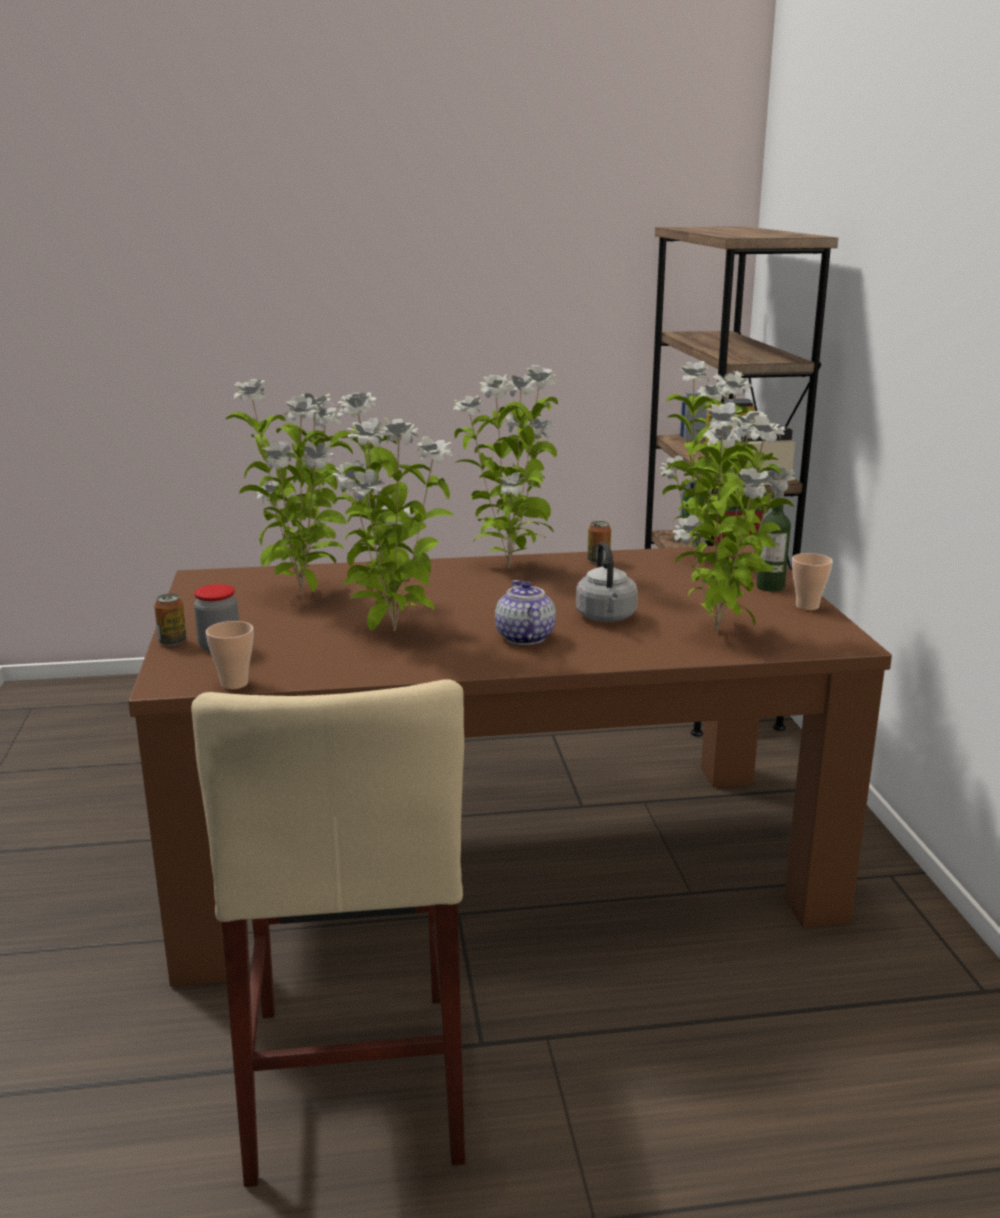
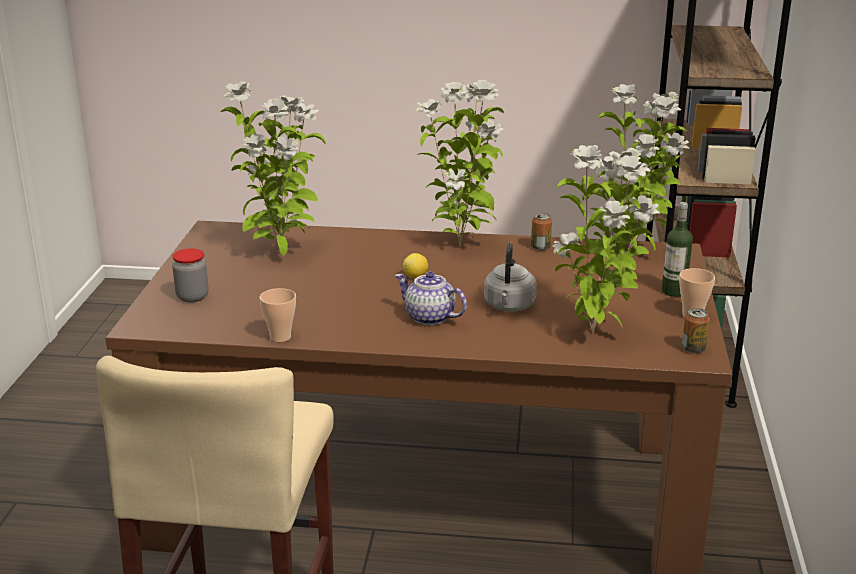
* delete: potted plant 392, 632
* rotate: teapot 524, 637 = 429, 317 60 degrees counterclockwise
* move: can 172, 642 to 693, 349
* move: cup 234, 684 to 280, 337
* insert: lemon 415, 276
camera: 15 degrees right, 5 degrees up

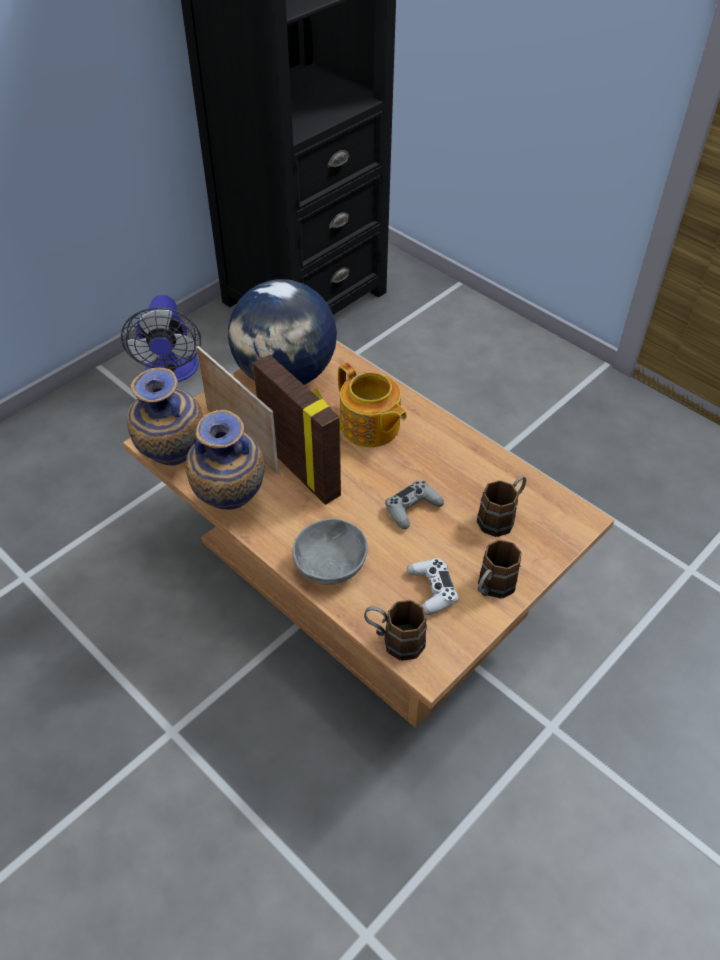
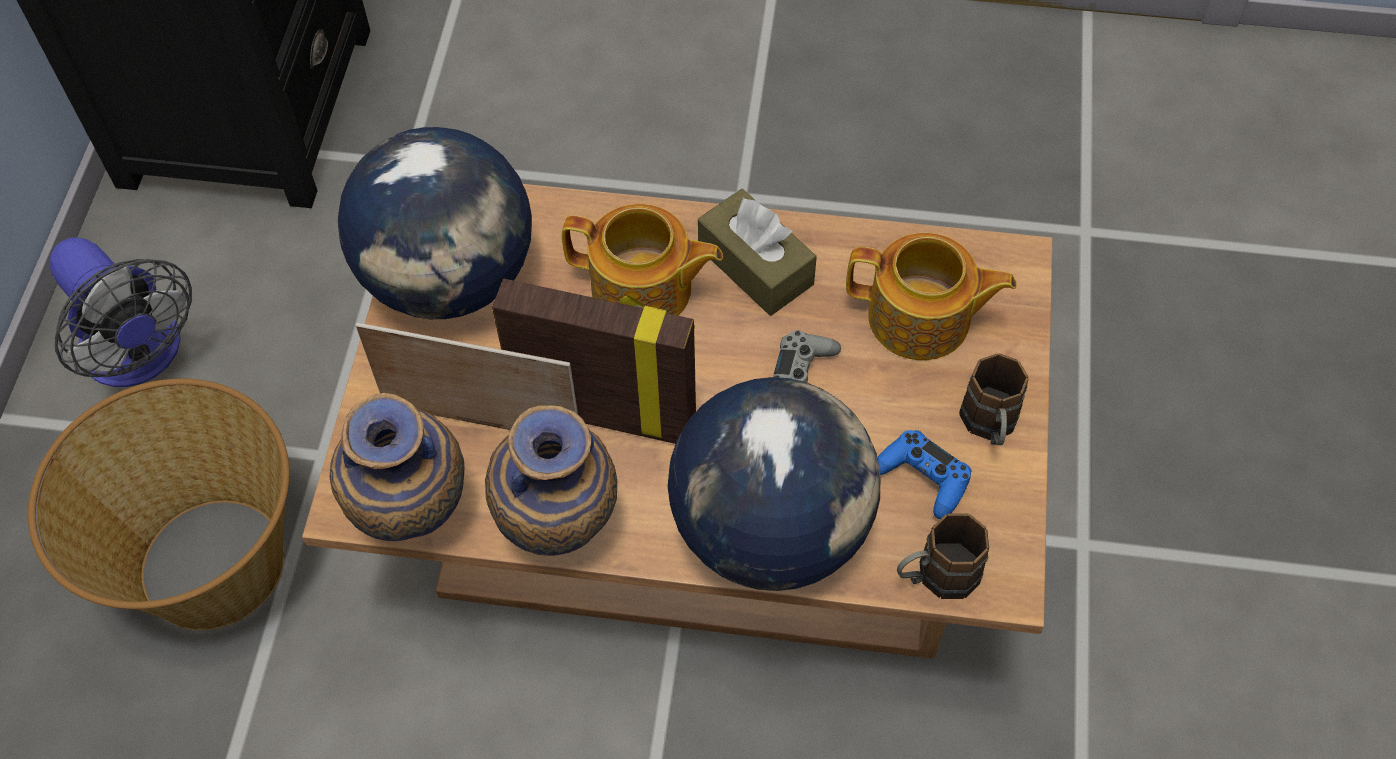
* replace: brown mug 501, 517 to teapot 921, 319
* replace: grey bowl 331, 567 to globe 772, 530
* recolor: white game controller 432, 590 to blue game controller 923, 478
* insert: brown tissue box 755, 266
* insert: basket 209, 564
camera: 35 degrees left, 10 degrees up

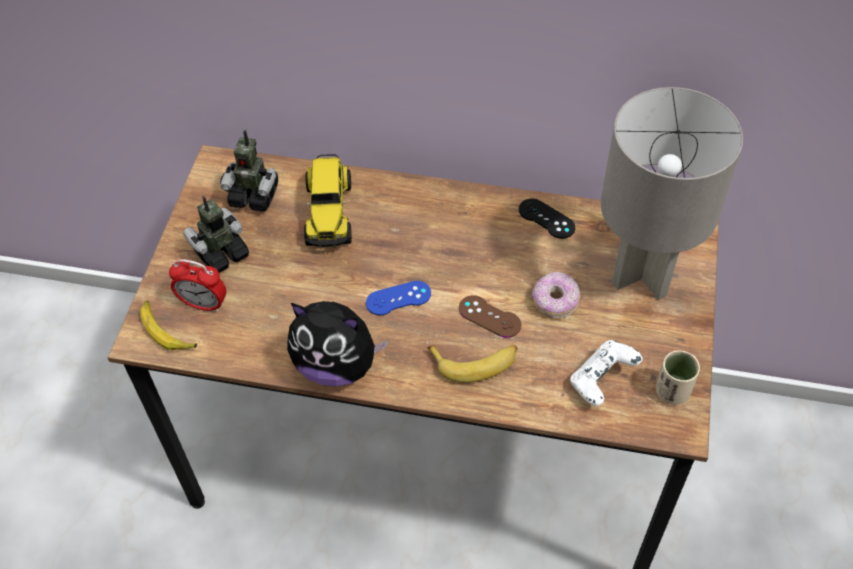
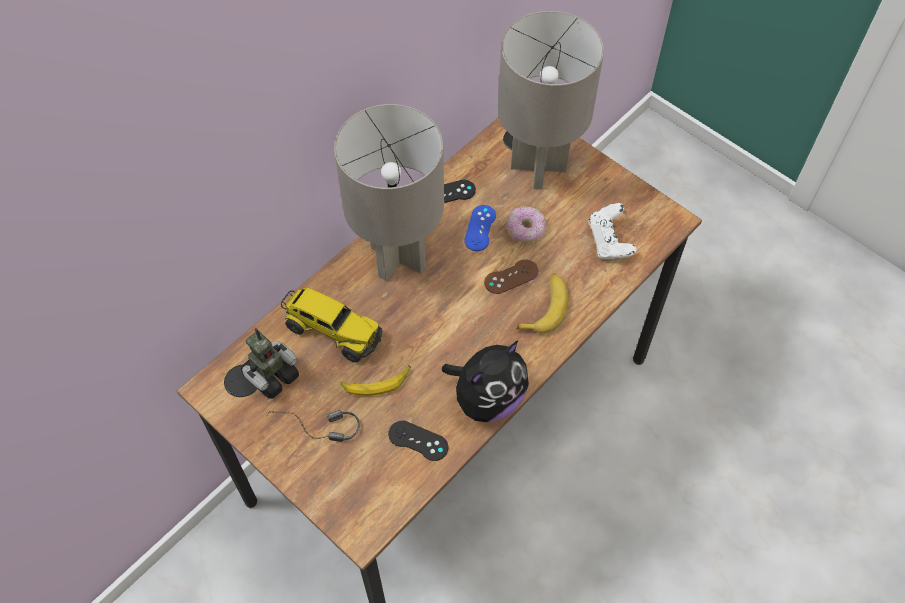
* replace: toy robot 221, 253 to headphones 315, 430
* delete: alarm clock 204, 304
* move: blue game controller 398, 298 to 480, 228
* move: banana 166, 331 to 376, 383
* delete: beige cup 672, 391
* insert: grey table lamp 399, 257
* insert: black game controller 418, 441
camera: 60 degrees left, 5 degrees up

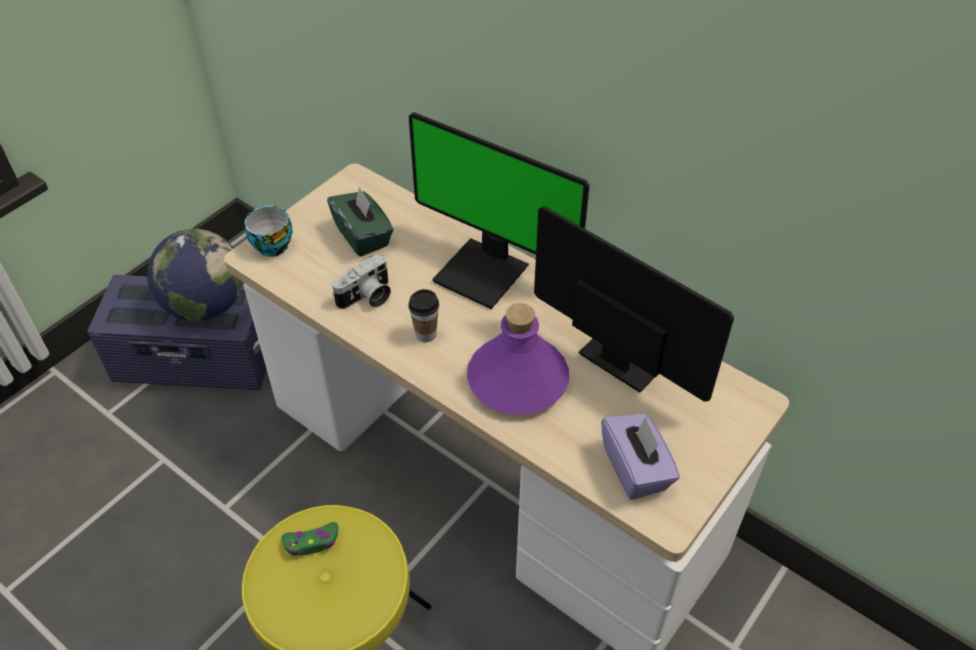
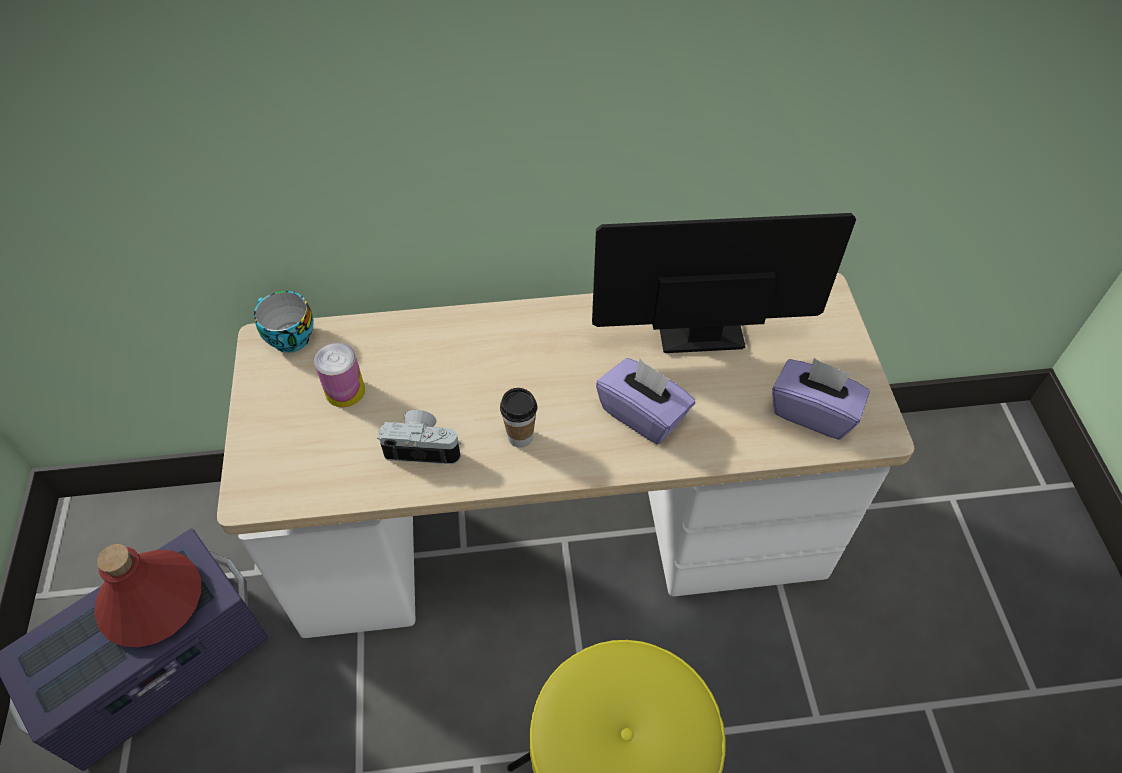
* delete: monitor 484, 272
* replace: green tissue box 363, 236 to can 345, 391
* move: cup 271, 244 to 288, 337
* replace: globe 205, 306 to red bottle 153, 600
* rotate: photo camera 367, 297 = 424, 446 90 degrees counterclockwise
* replace: purple bottle 517, 379 to purple tissue box 643, 414
* delete: green game controller 312, 542
camera: 45 degrees left, 5 degrees up

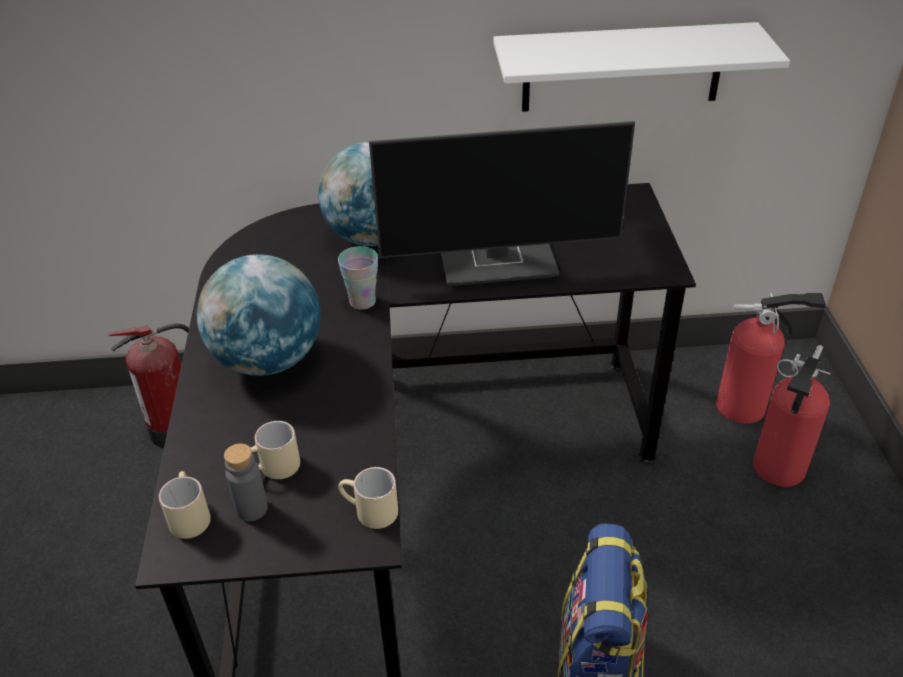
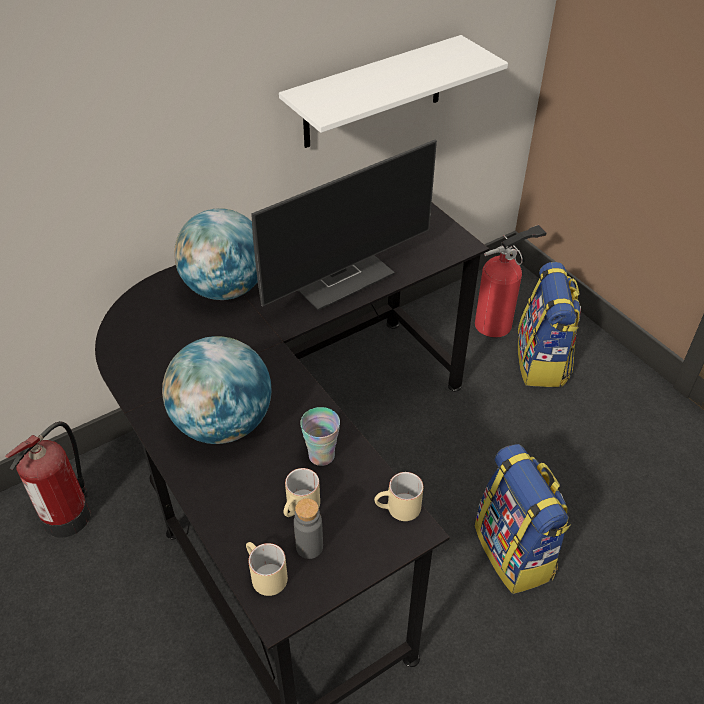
* move: cup 362, 301 to 321, 455
* replace: fire extinguisher 777, 471 to backpack 542, 362
camera: 30 degrees left, 5 degrees up

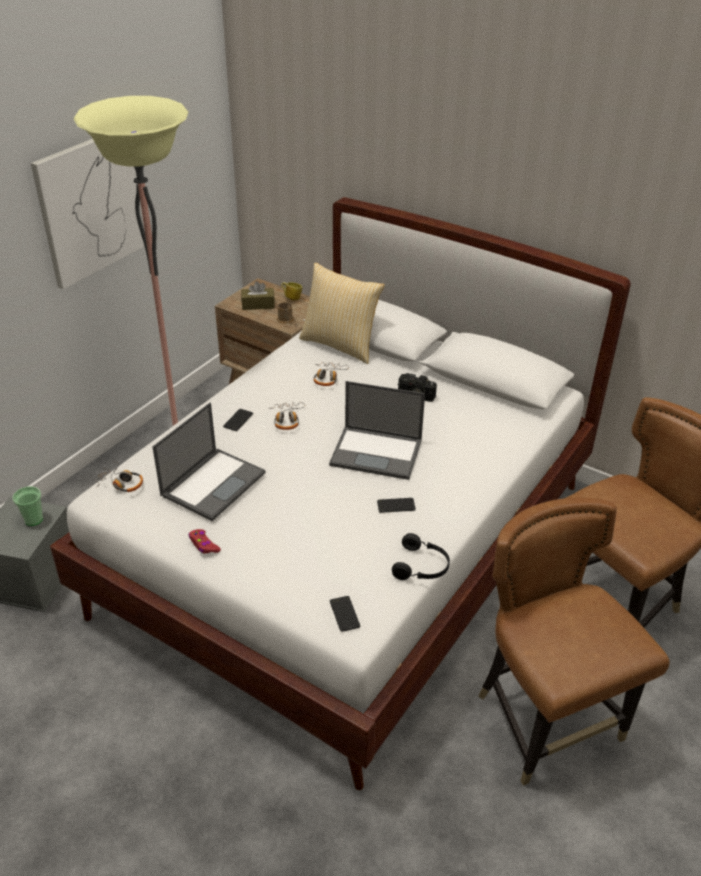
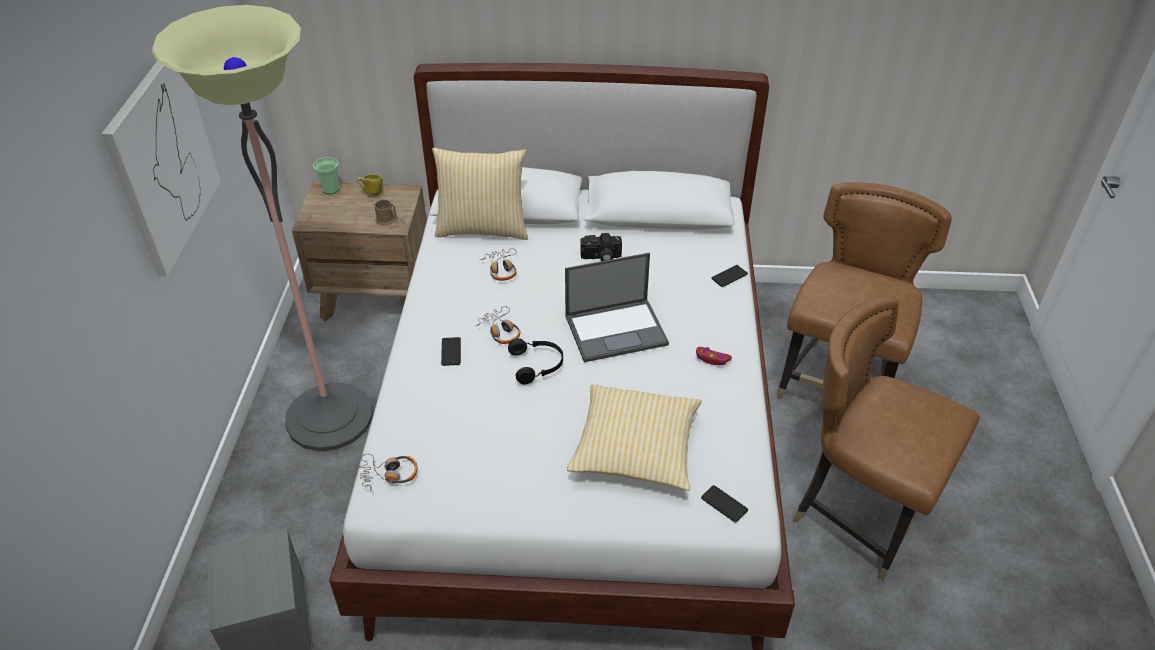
* delete: brown tissue box 258, 305
* delete: laptop 213, 483
* move: cup 33, 519 to 331, 189
* move: phone 396, 505 to 729, 276
* move: red game controller 204, 545 to 712, 359
* move: black headphones 422, 566 to 537, 365
* insert: pillow 635, 450
camera: 30 degrees left, 5 degrees up

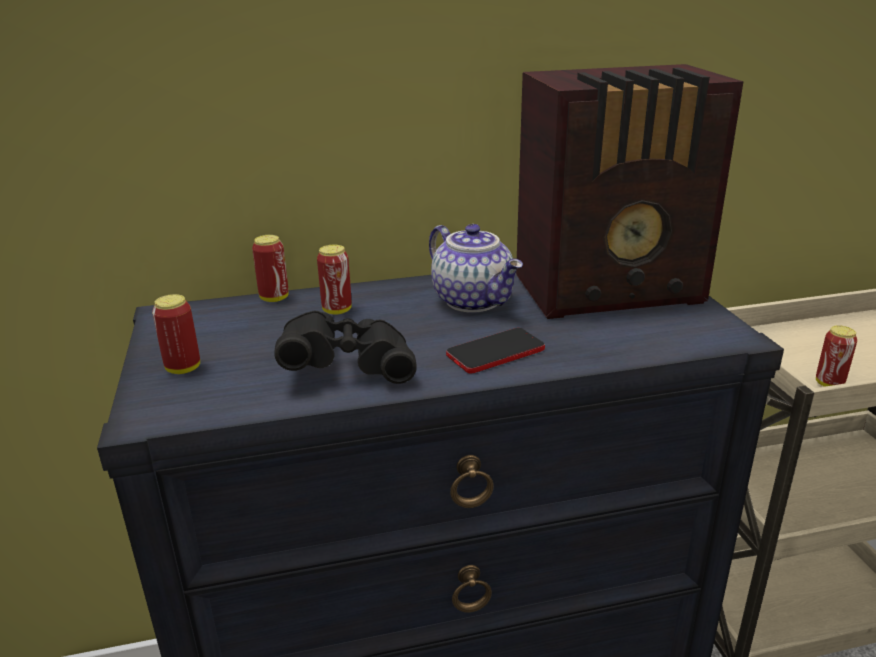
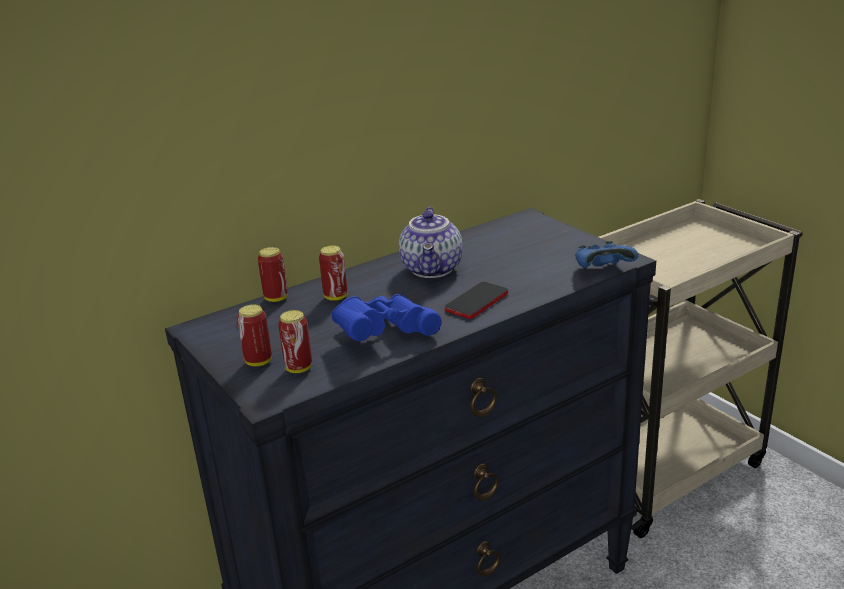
* delete: radio 612, 291
* rotate: teapot 475, 301 = 433, 269 60 degrees clockwise
* recolor: black binoculars 348, 368 to blue binoculars 383, 334
* move: can 829, 384 to 299, 368
* insert: blue game controller 602, 270
camera: 20 degrees left, 0 degrees up

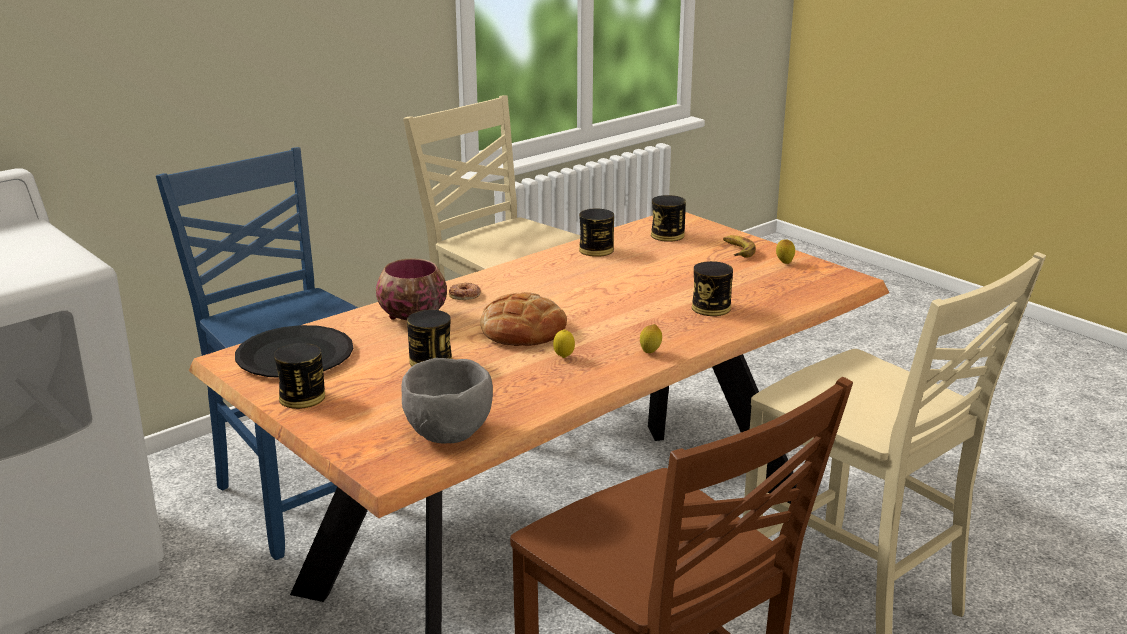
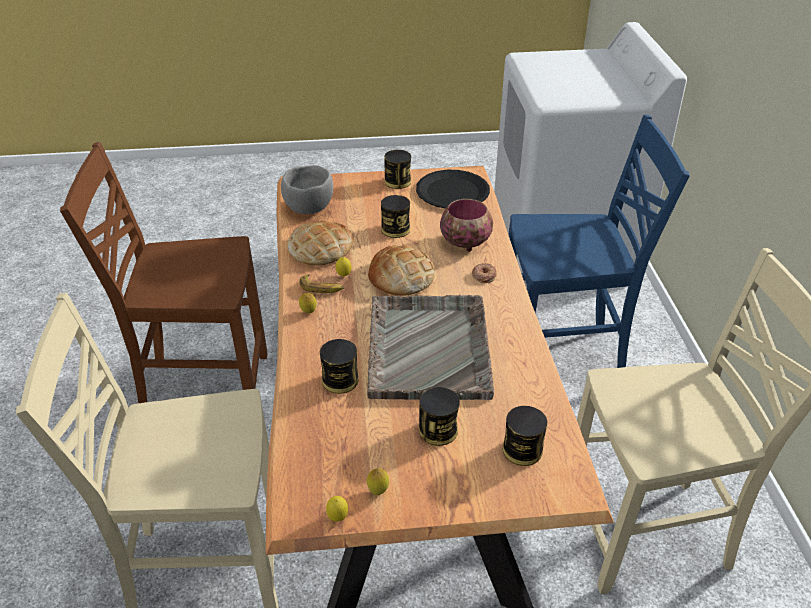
* move: can 596, 250 to 438, 430
* move: banana 737, 250 to 321, 288
* insert: bread 320, 248
* insert: grey tray 428, 347
* insert: lemon 338, 518
camera: 125 degrees right, 15 degrees up

